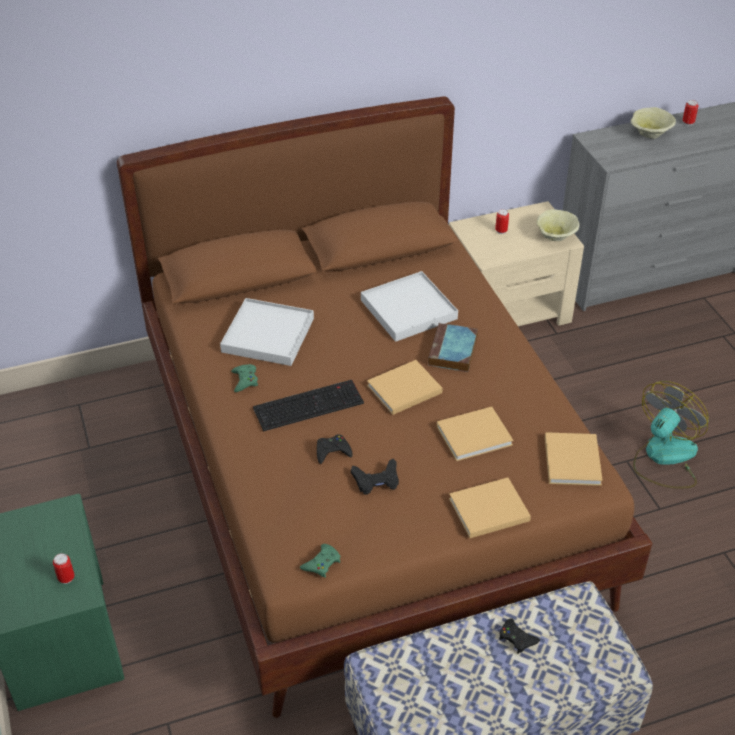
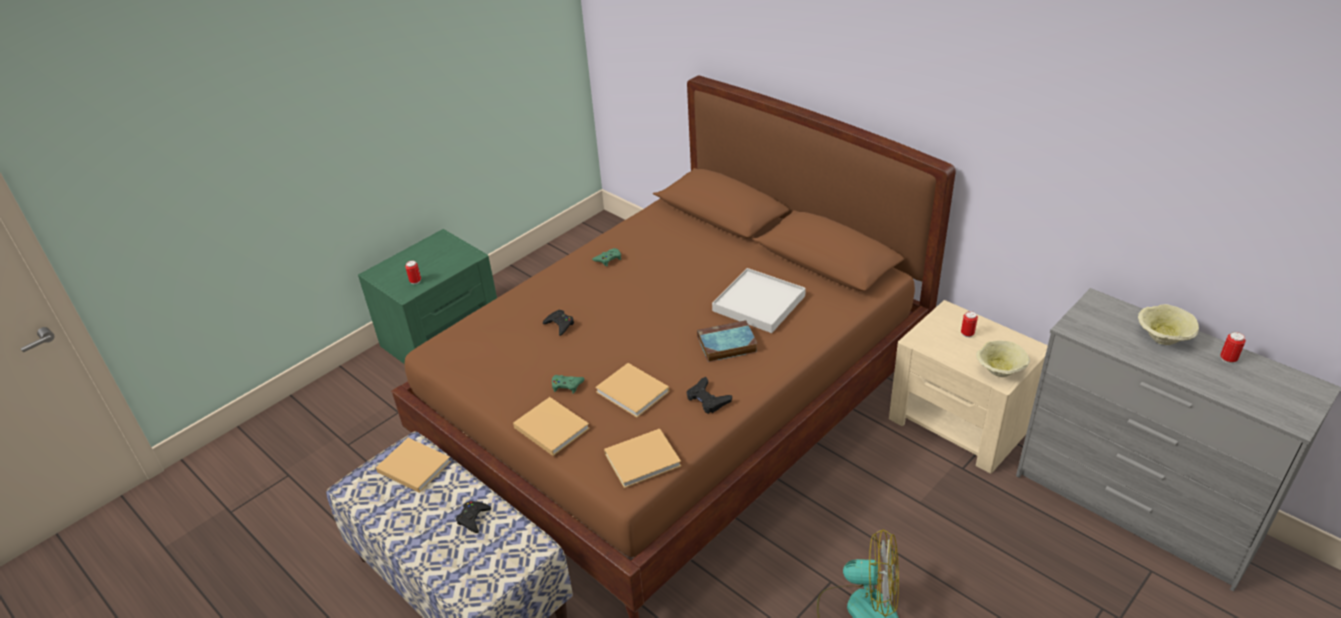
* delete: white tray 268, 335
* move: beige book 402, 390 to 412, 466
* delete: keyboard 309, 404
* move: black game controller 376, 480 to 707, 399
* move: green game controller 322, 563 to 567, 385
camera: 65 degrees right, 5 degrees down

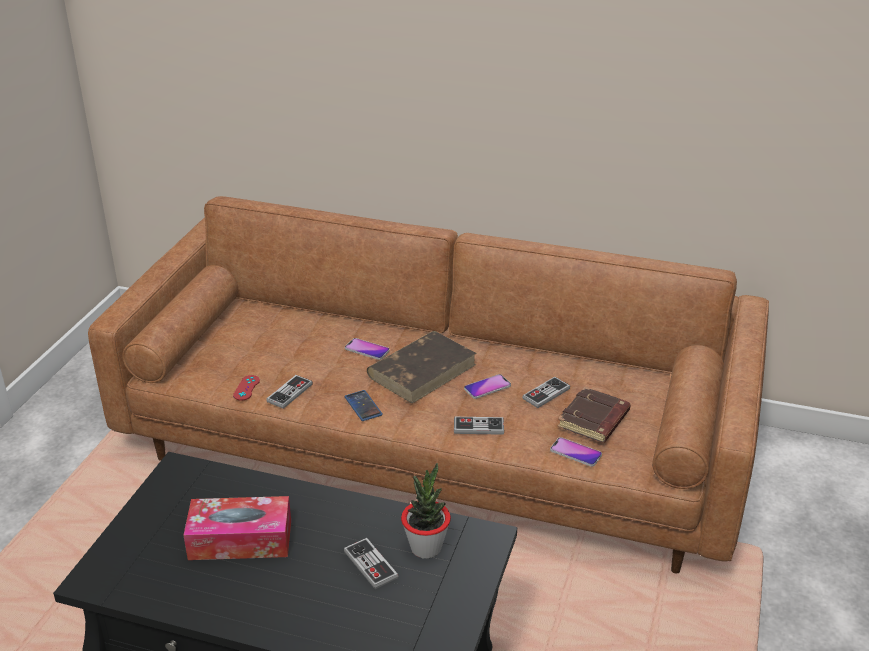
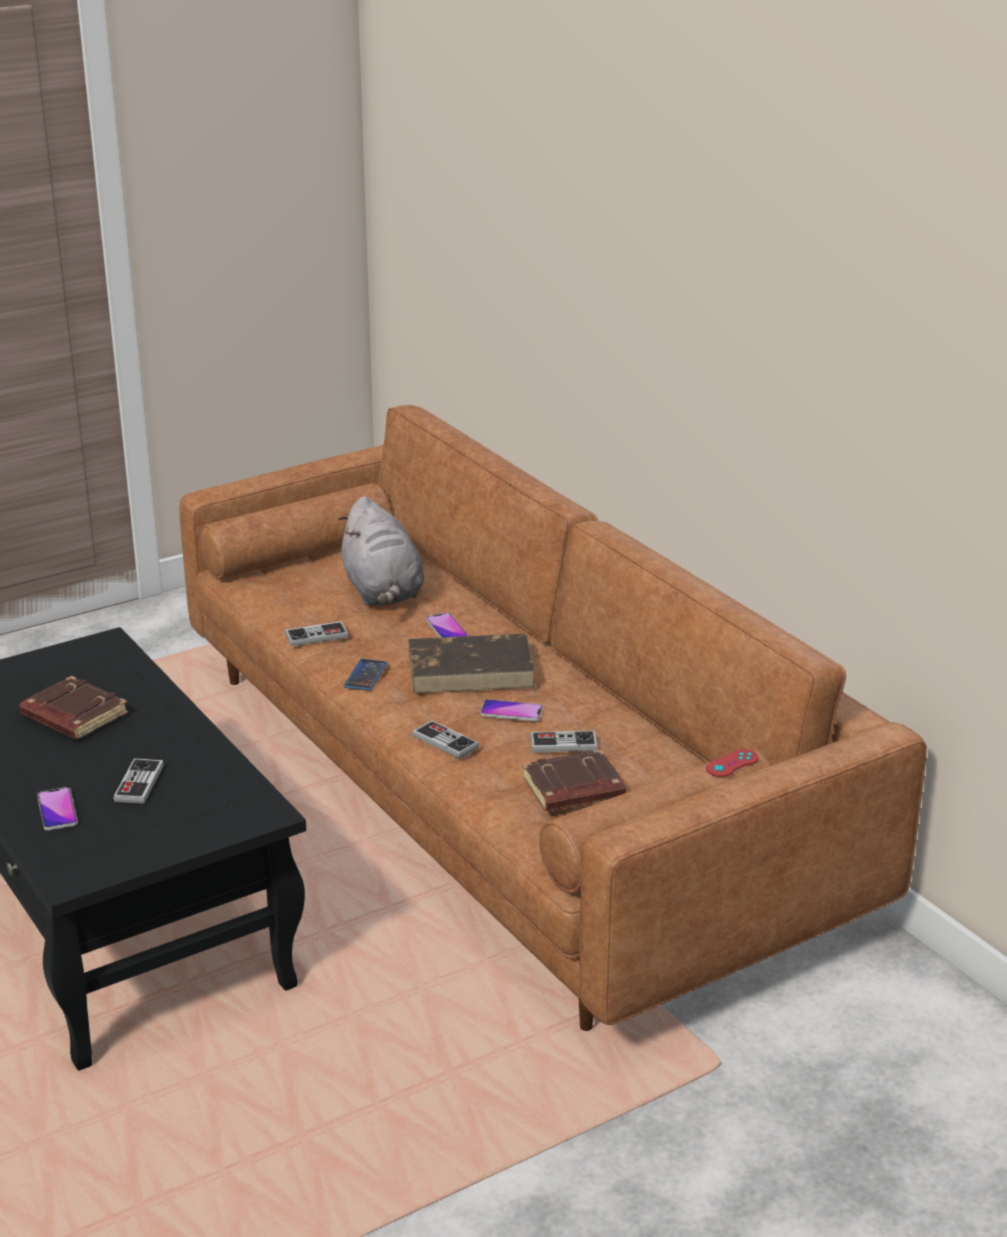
* move: red game controller 246, 388 to 732, 763
* move: phone 575, 453 to 57, 810
* delete: potted plant 426, 547
* replace: tissue box 240, 540 to brown book 72, 716
* insert: grey plush toy 383, 592
camera: 40 degrees right, 5 degrees down

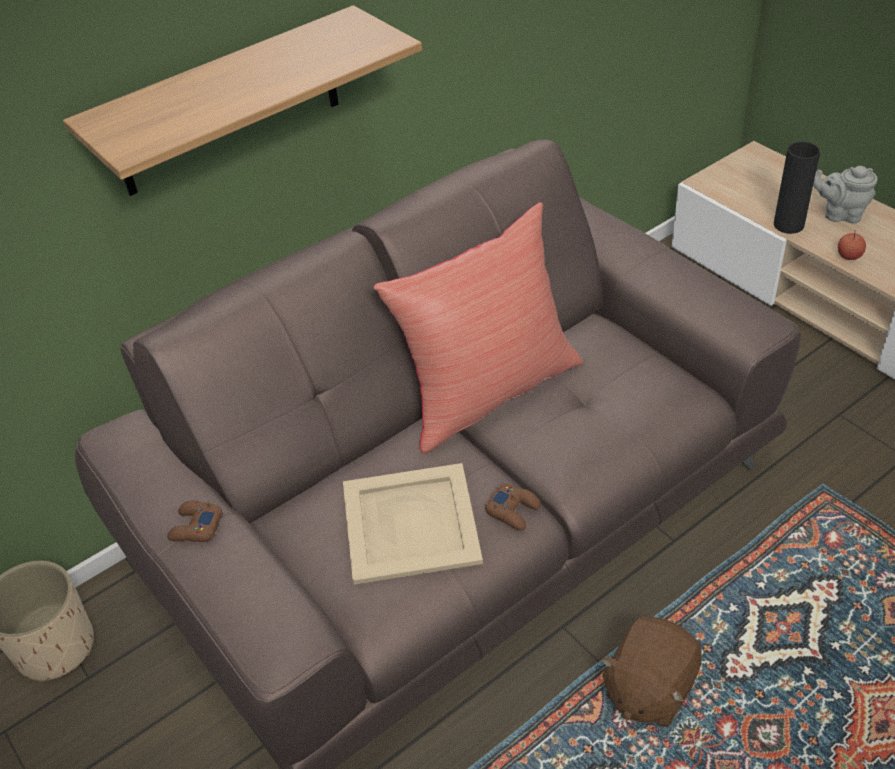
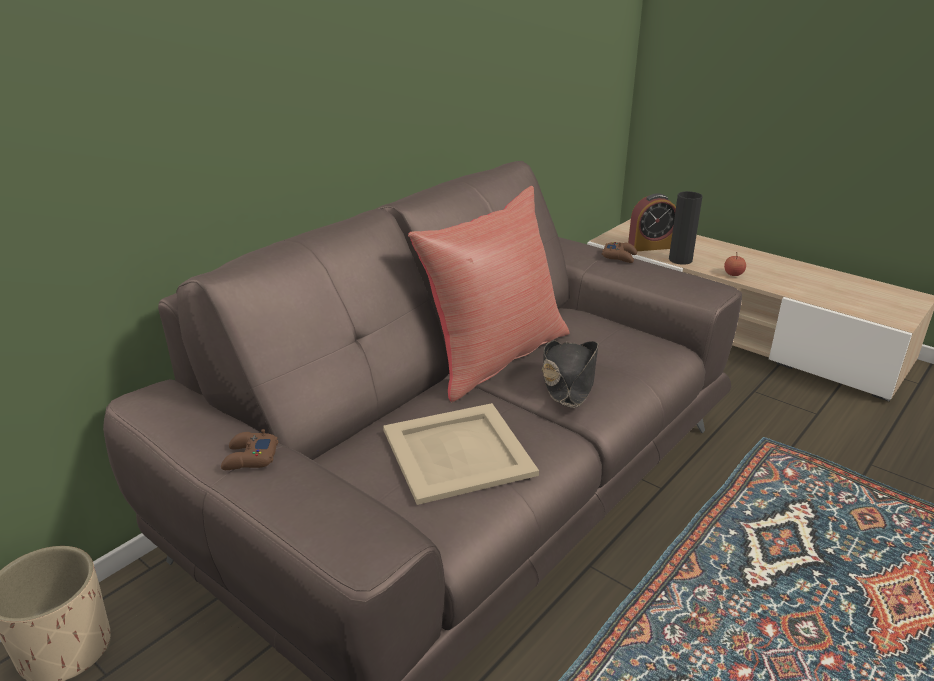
* delete: shelf 227, 104
* delete: grey teapot 840, 214
* move: brown game controller 513, 510 to 619, 256
* delete: brown plush toy 648, 688
* insert: alarm clock 651, 246
* insert: black hat 568, 381
camera: 15 degrees left, 15 degrees down

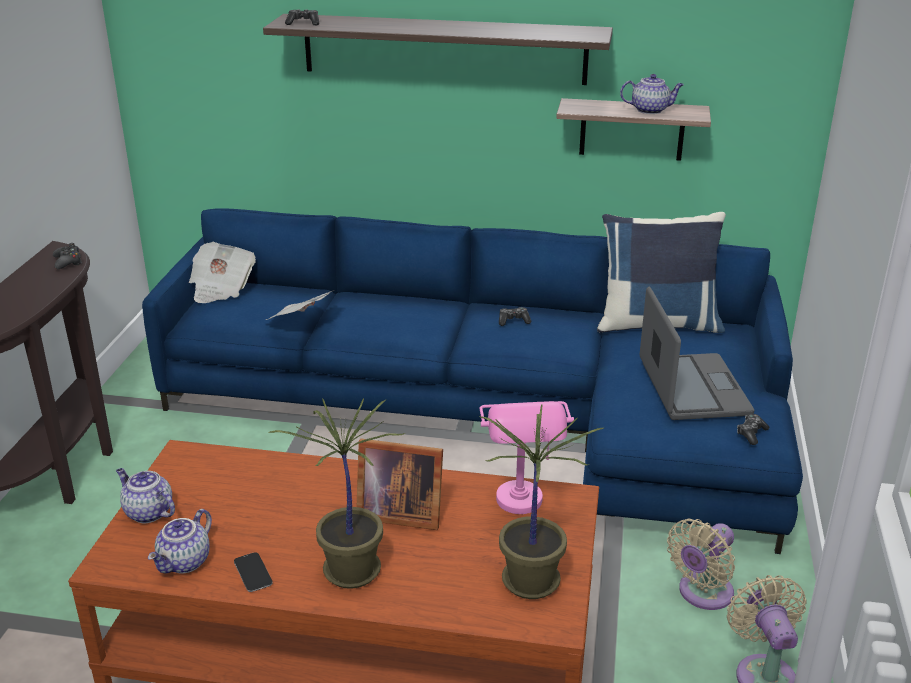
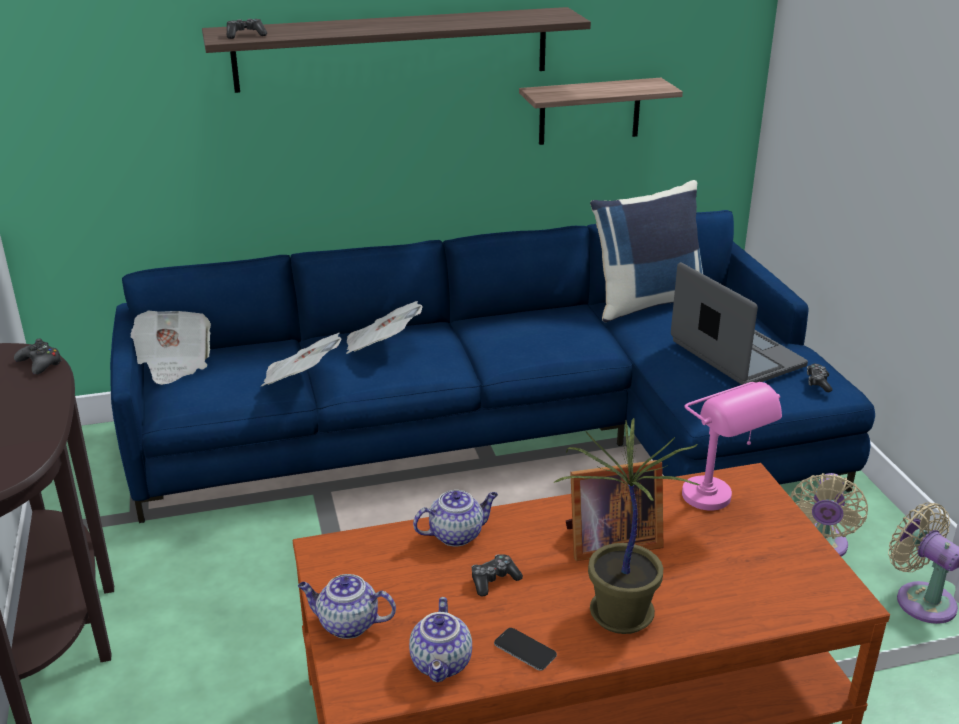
* move: teapot 650, 110 to 457, 534
* move: game controller 513, 321 to 494, 580
* delete: potted plant 529, 580
* insert: newspaper 382, 346
camera: 25 degrees left, 0 degrees up

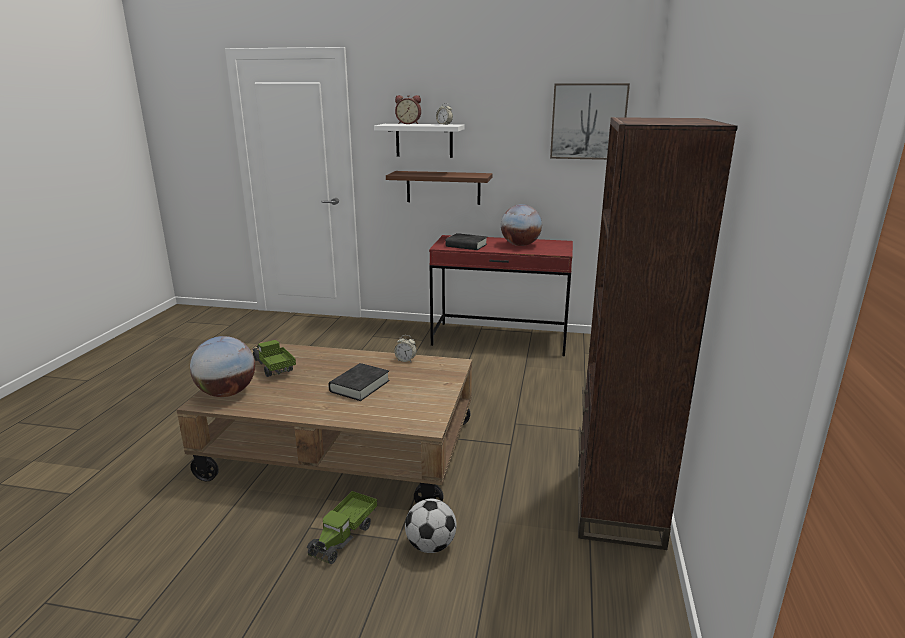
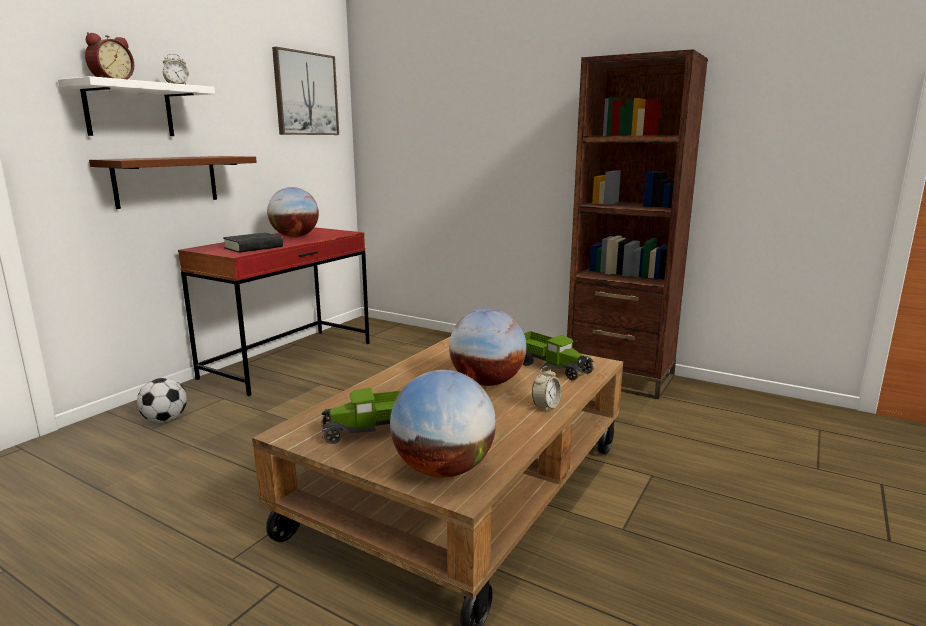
* move: alarm clock 405, 360 to 546, 406
* replace: black book 359, 386 to globe 487, 382
* move: toy truck 344, 536 to 550, 366
* move: football 430, 546 to 165, 420
camera: 70 degrees left, 5 degrees down

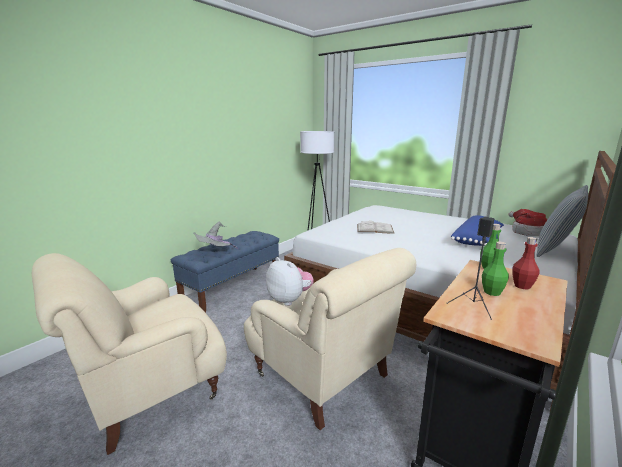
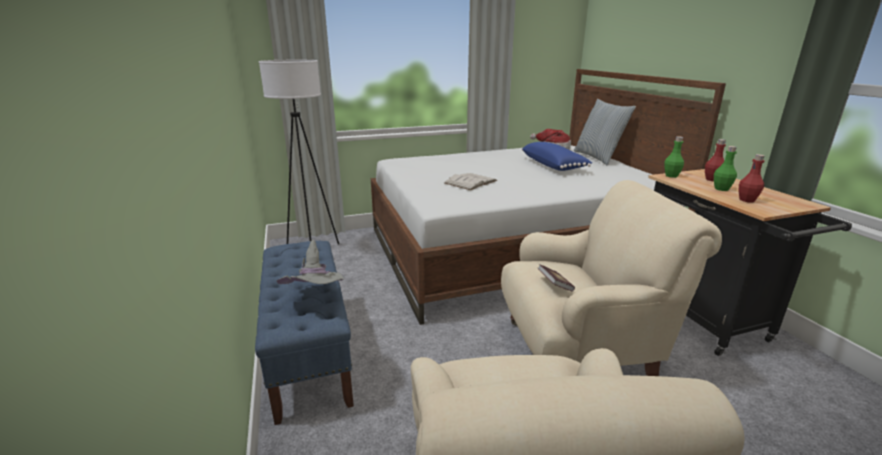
* replace: black speaker 473, 306 to red bottle 747, 200
* replace: plush toy 289, 299 to book 554, 285
camera: 55 degrees left, 5 degrees up

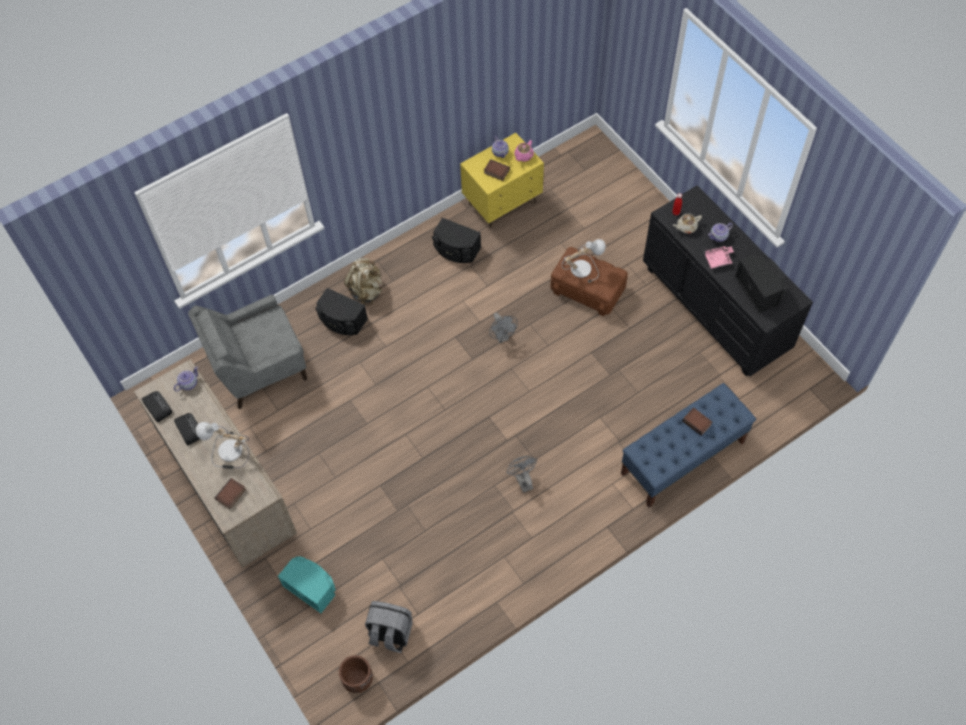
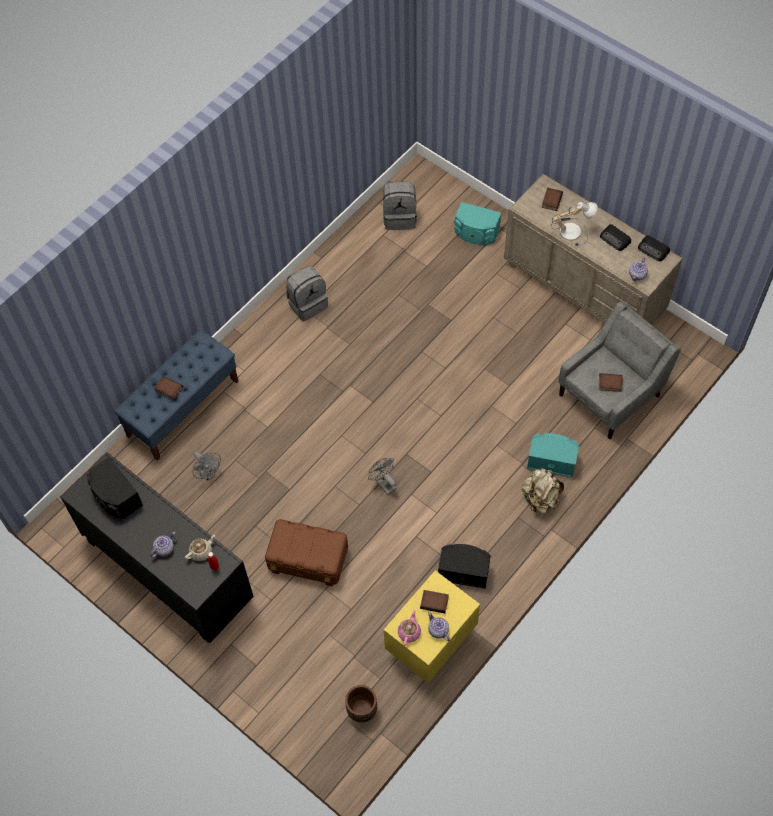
* delete: table lamp 581, 267
* delete: pink tray 718, 260
* recolor: black speaker 342, 321 to turquoise speaker 552, 460
* move: grey fan 522, 480 to 208, 474
* move: brown planter 358, 679 to 362, 709
* insert: grey backpack 307, 304
* insert: book 609, 384
camera: 165 degrees right, 0 degrees up

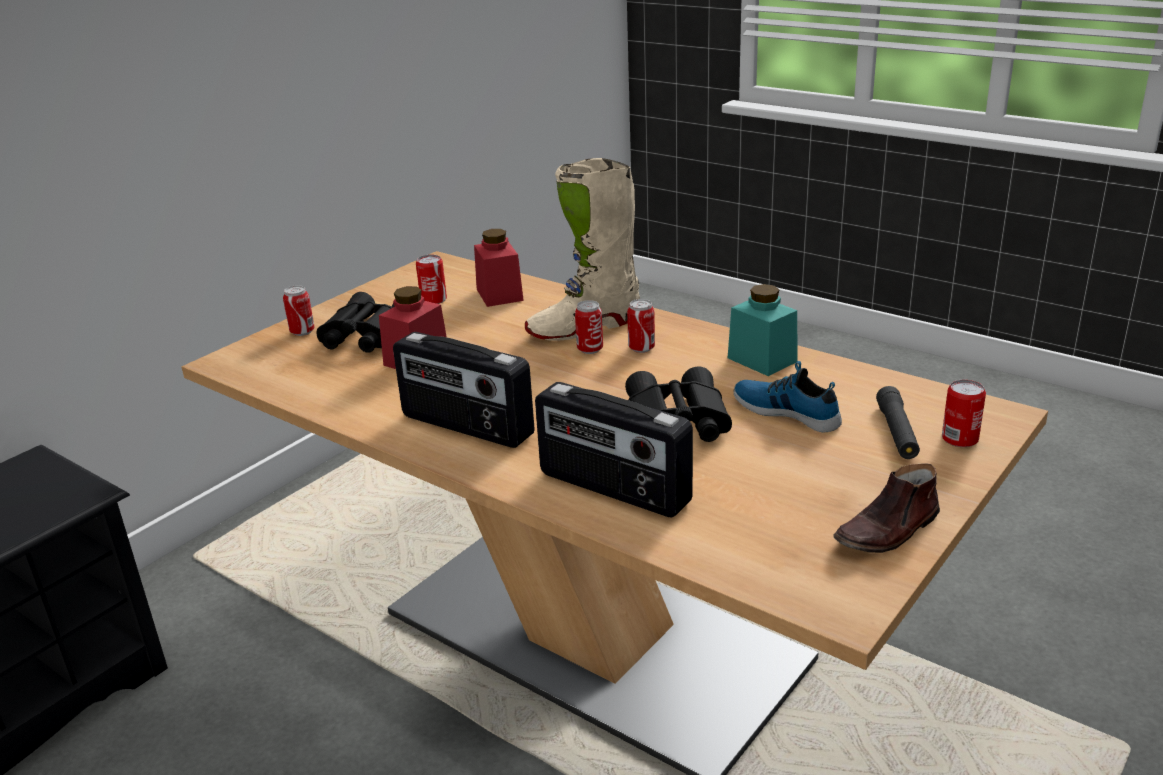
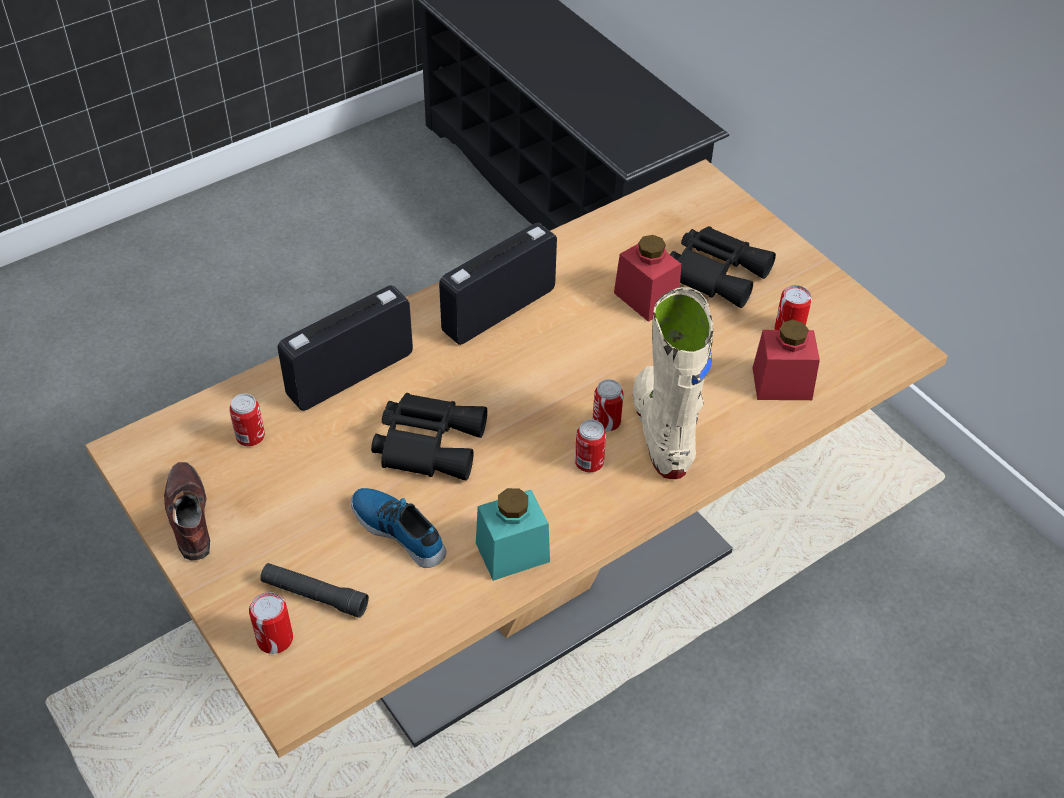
* move: can 302, 332 to 250, 437
* rotate: shoe 787, 411 = 400, 529 105 degrees counterclockwise
camera: 105 degrees right, 20 degrees up

